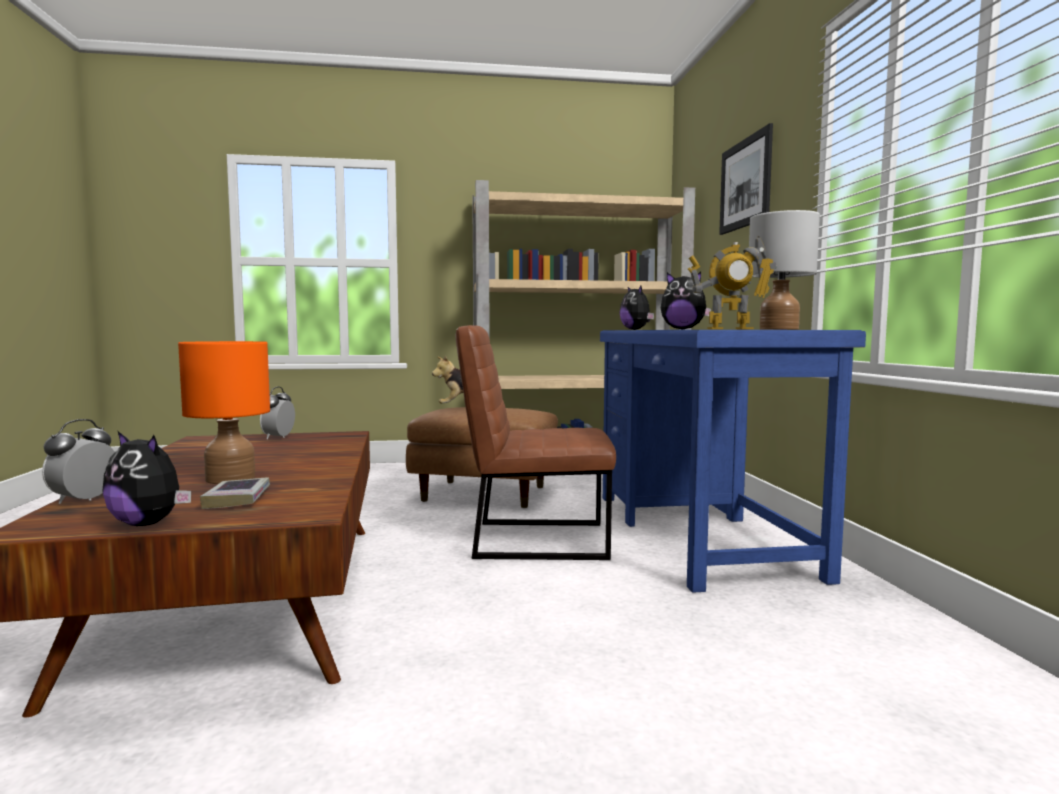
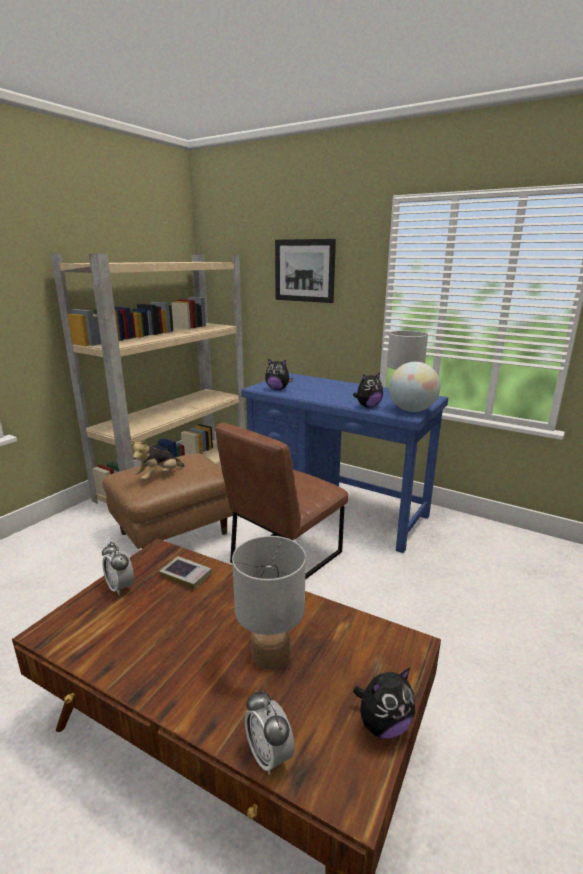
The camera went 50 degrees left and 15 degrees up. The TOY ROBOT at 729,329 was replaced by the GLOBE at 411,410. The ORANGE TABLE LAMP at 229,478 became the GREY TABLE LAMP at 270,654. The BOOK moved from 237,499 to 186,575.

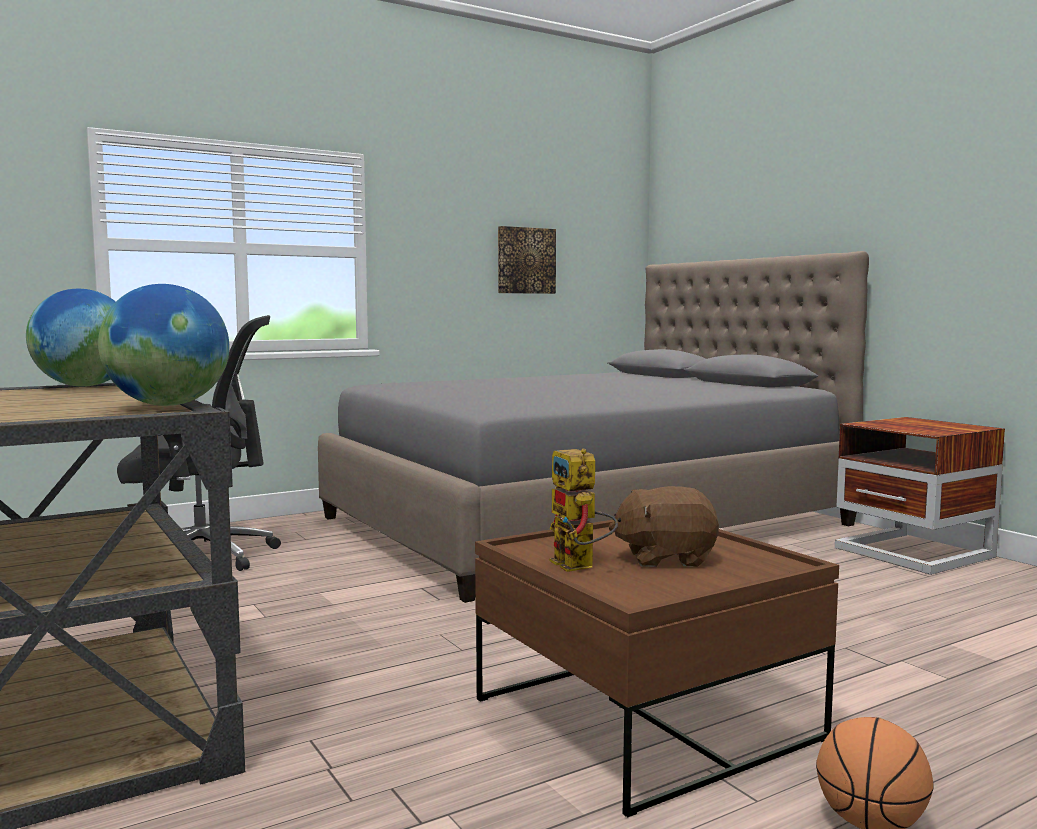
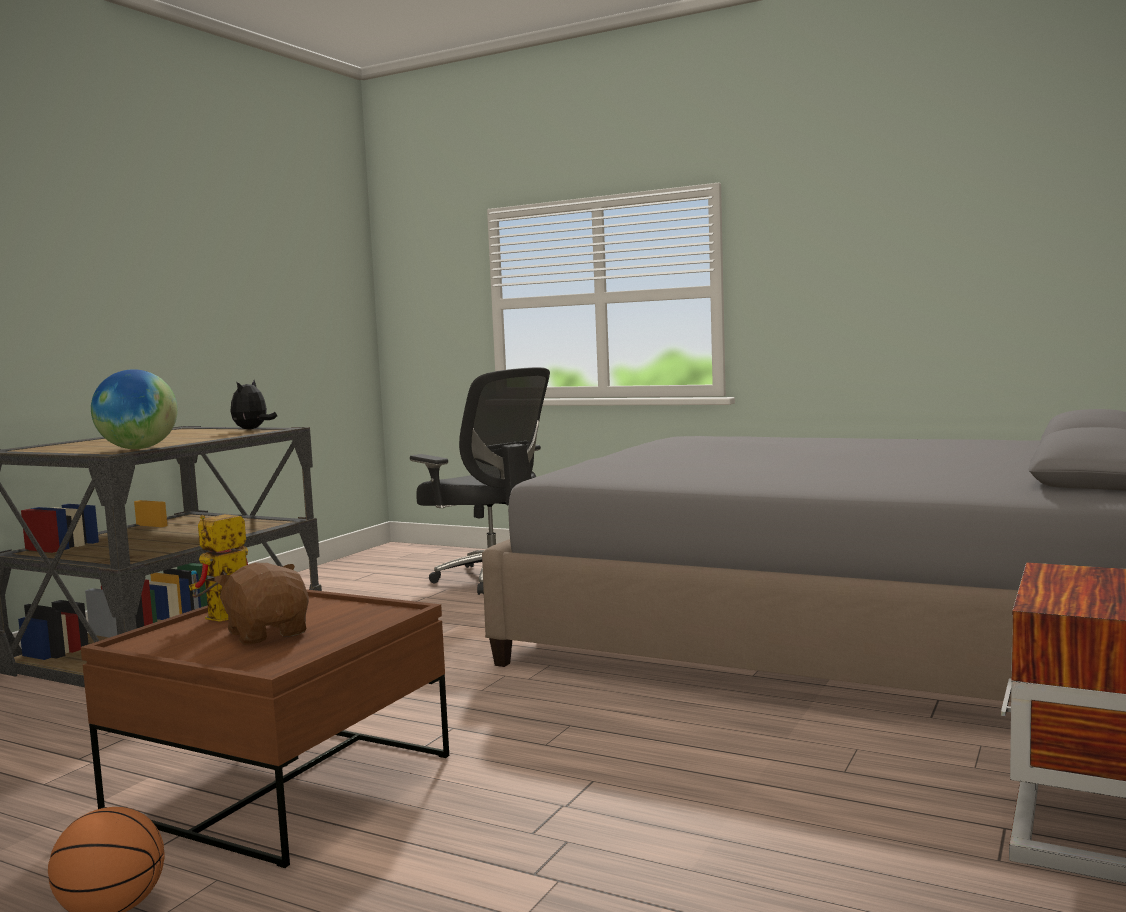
The camera went 60 degrees right and 0 degrees up. The PICTURE at 525,260 disappeared. The GLOBE at 85,386 was replaced by the PLUSH TOY at 252,429.

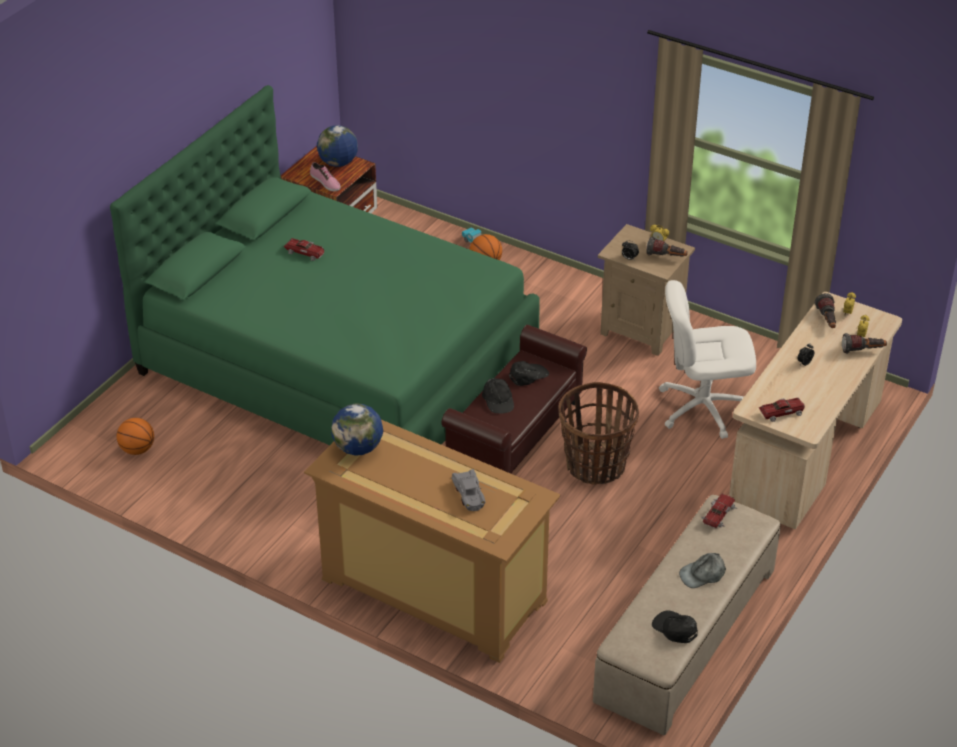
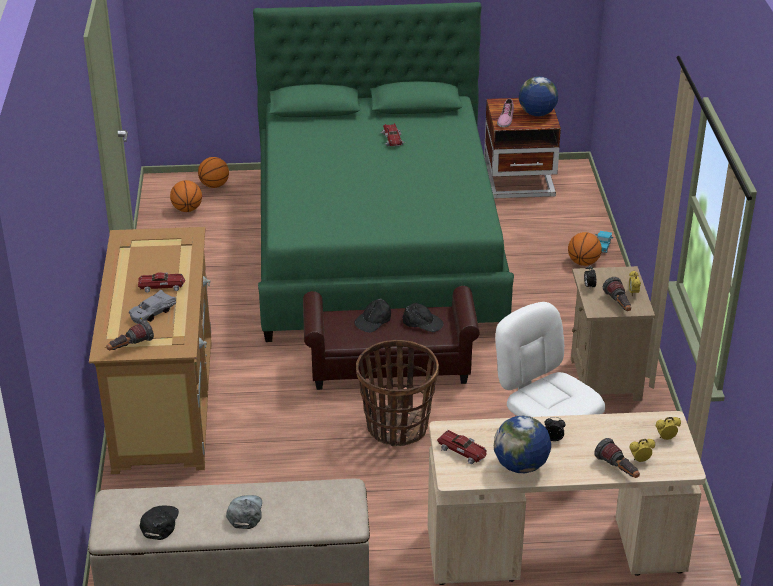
The camera went 55 degrees right and 5 degrees down. The FLASHLIGHT moved from 827,320 to 130,347. The GLOBE moved from 358,448 to 520,466. The TOY CAR moved from 718,514 to 162,286. The GREY CAP at 702,574 turned 60 degrees clockwise. The BASKETBALL at 214,185 appeared.

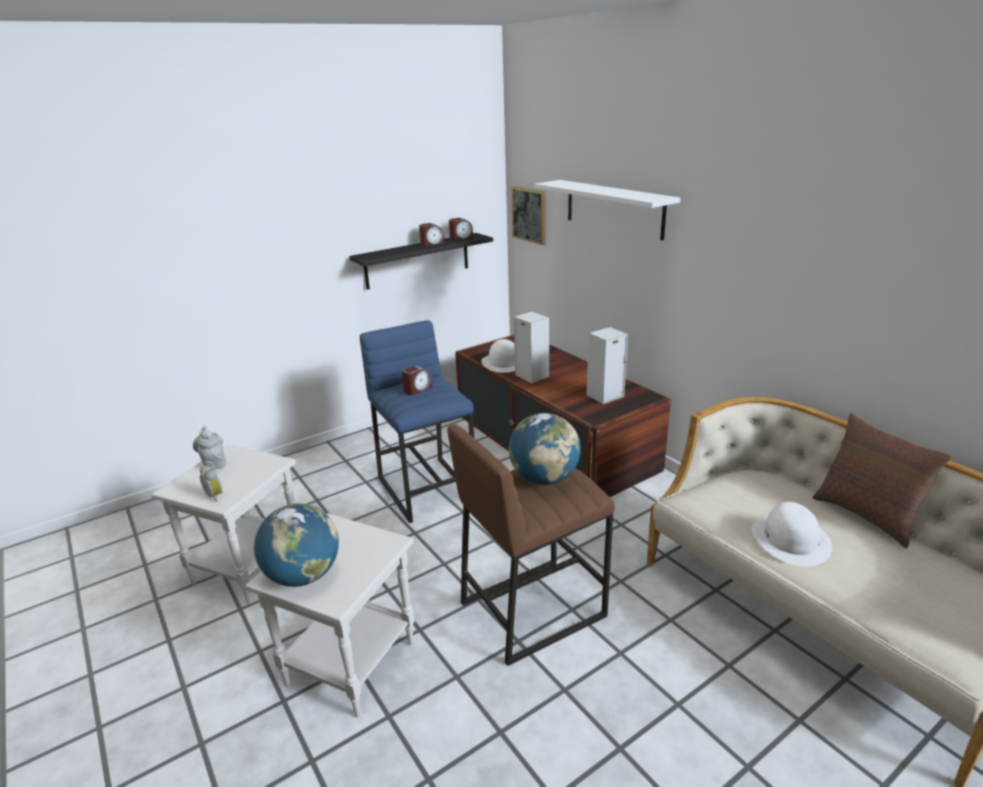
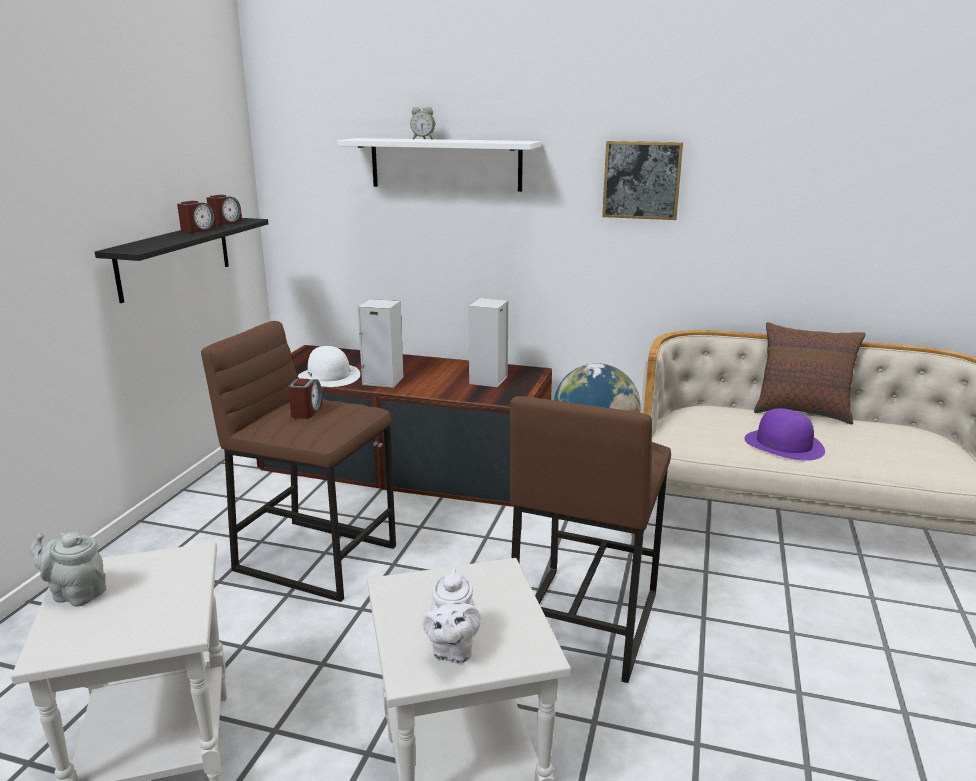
The camera went 40 degrees left and 5 degrees down. The PICTURE moved from 529,215 to 641,180. The BLUE STOOL at 426,488 became the BROWN STOOL at 315,558. The ALARM CLOCK moved from 216,496 to 423,139. The WHITE HAT at 790,539 became the PURPLE HAT at 784,444. The GLOBE at 303,576 was replaced by the WHITE TEAPOT at 452,650.

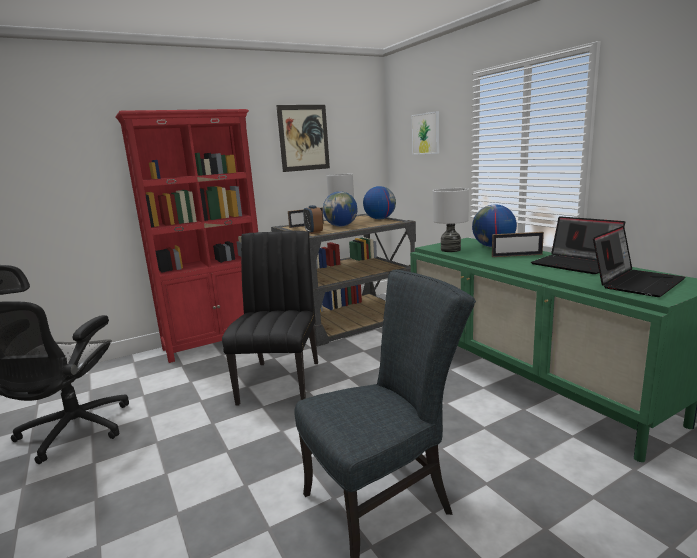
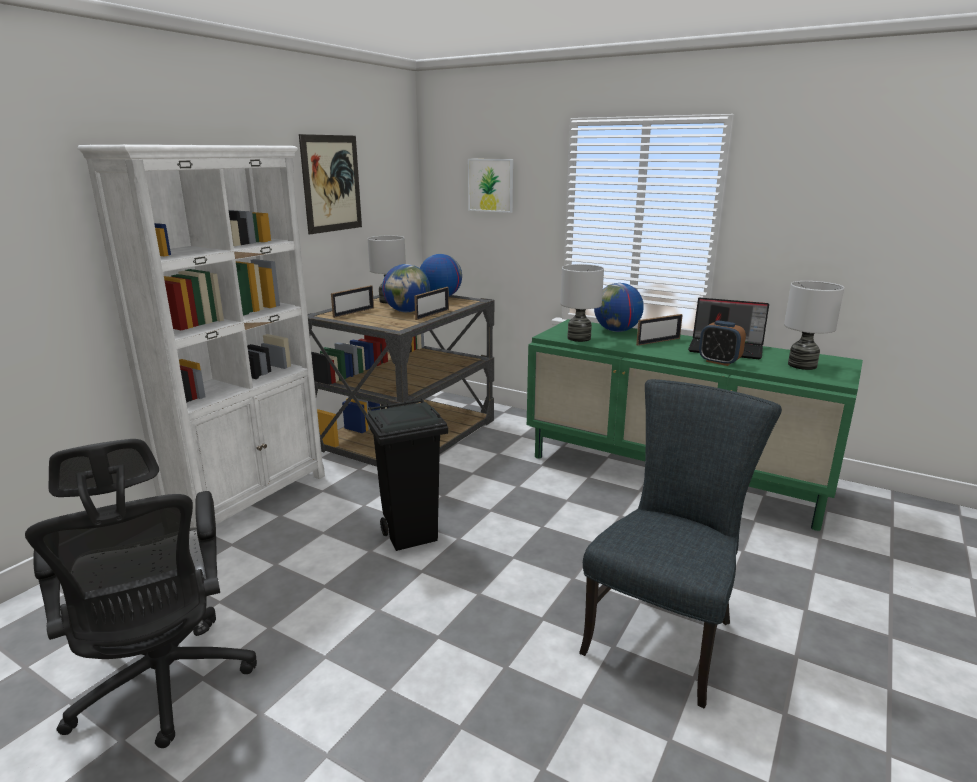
The camera went 30 degrees left and 5 degrees up. The RED BOOKCASE at 218,342 became the WHITE BOOKCASE at 250,499. The ALARM CLOCK moved from 313,232 to 719,362. The LAPTOP at 636,282 was replaced by the GREY TABLE LAMP at 802,365. The BLACK CHAIR at 281,383 was replaced by the BLACK TRASH CAN at 411,536. The PICTURE FRAME at 432,314 appeared.

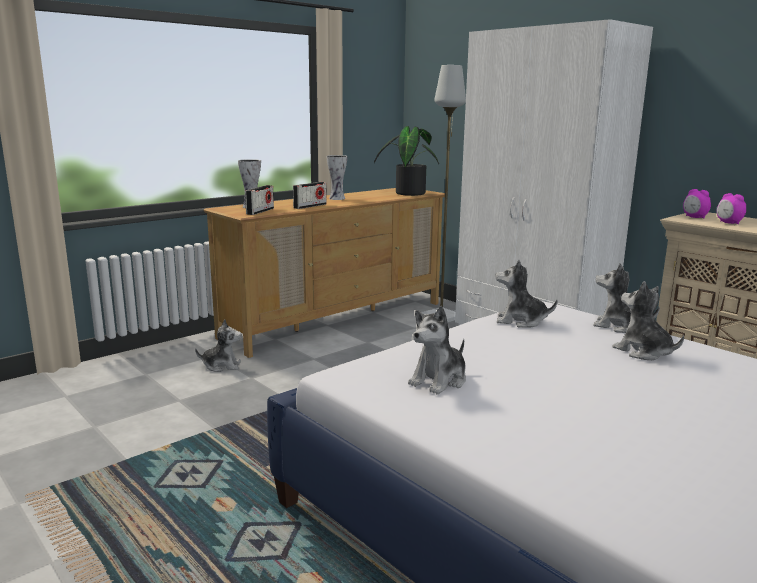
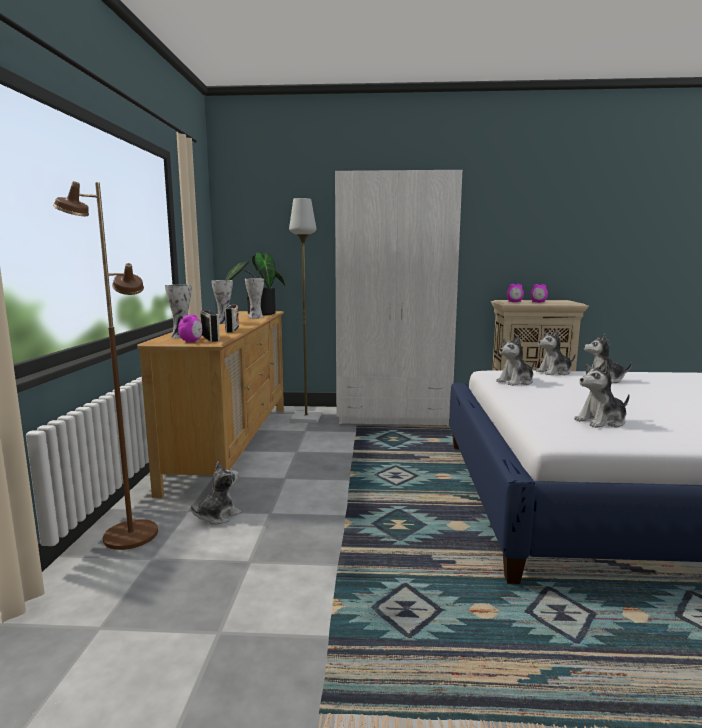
The camera went 45 degrees left and 5 degrees down. The PLUSH TOY at 439,380 turned 75 degrees clockwise. The BROWN FLOOR LAMP at 130,535 appeared. The VASE at 255,317 appeared. The ALARM CLOCK at 191,342 appeared.

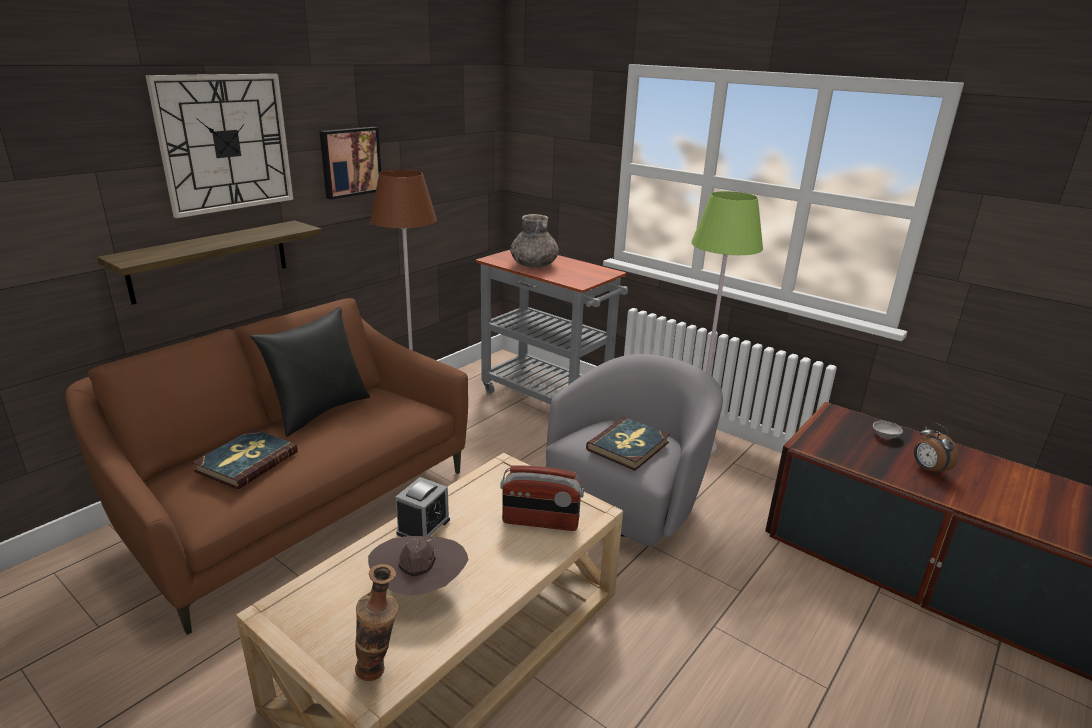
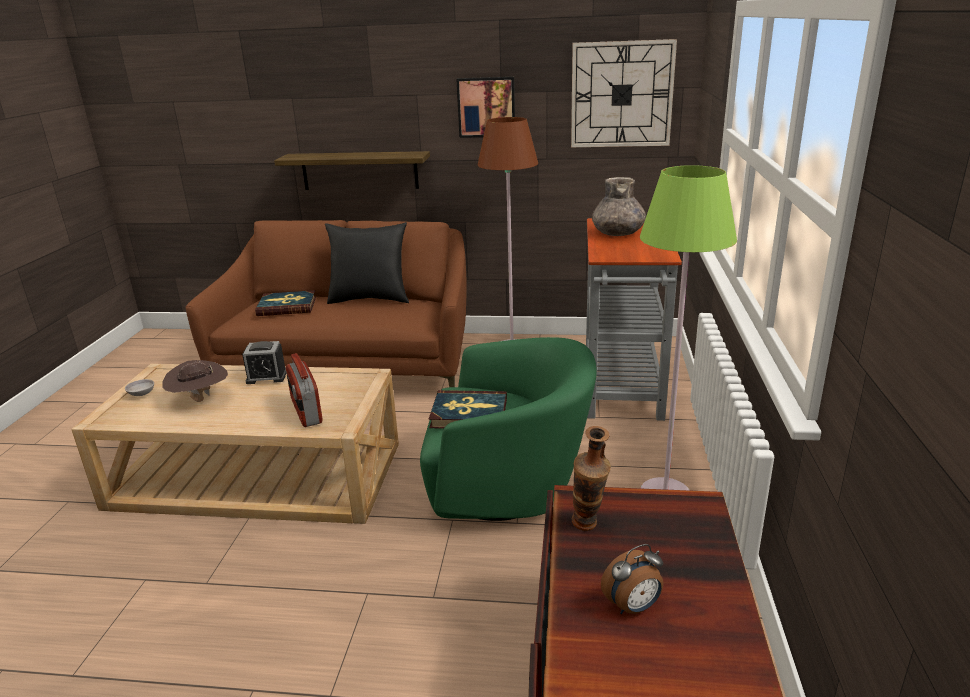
The camera went 60 degrees right and 0 degrees up. The WALL CLOCK moved from 225,143 to 621,95. The GREY ARMCHAIR at 630,502 became the GREEN ARMCHAIR at 507,488. The GREY BOWL moved from 885,436 to 141,394. The ALARM CLOCK at 928,469 turned 150 degrees counterclockwise. The VASE moved from 379,673 to 588,528.

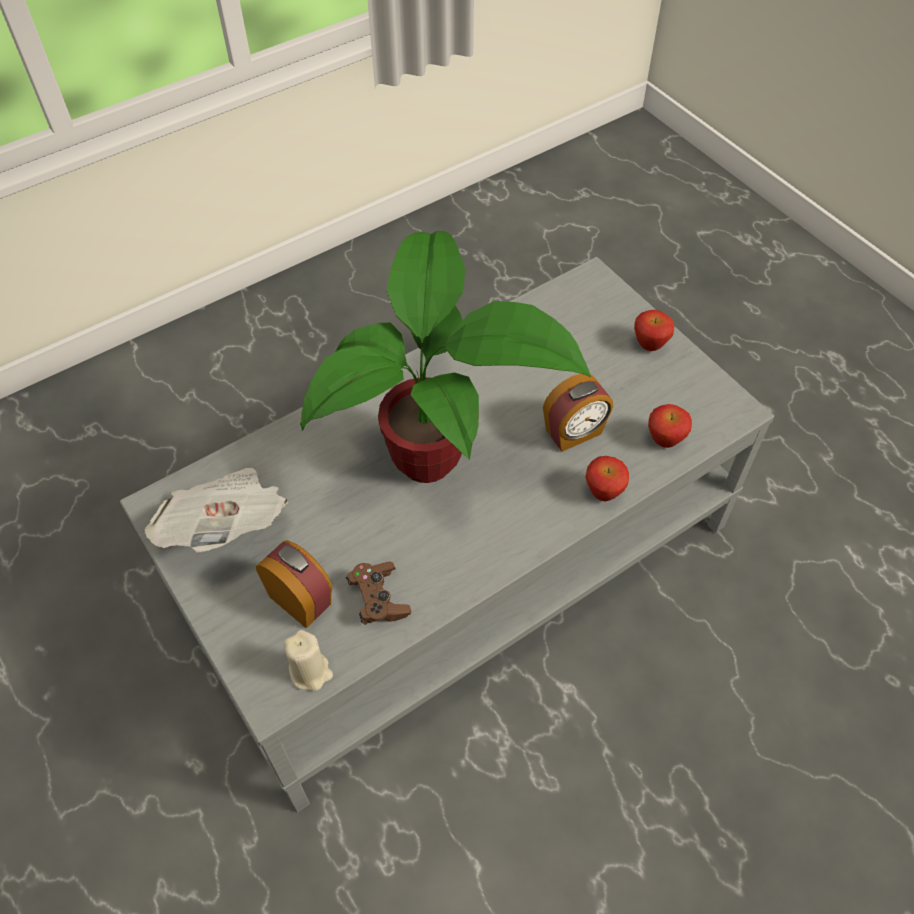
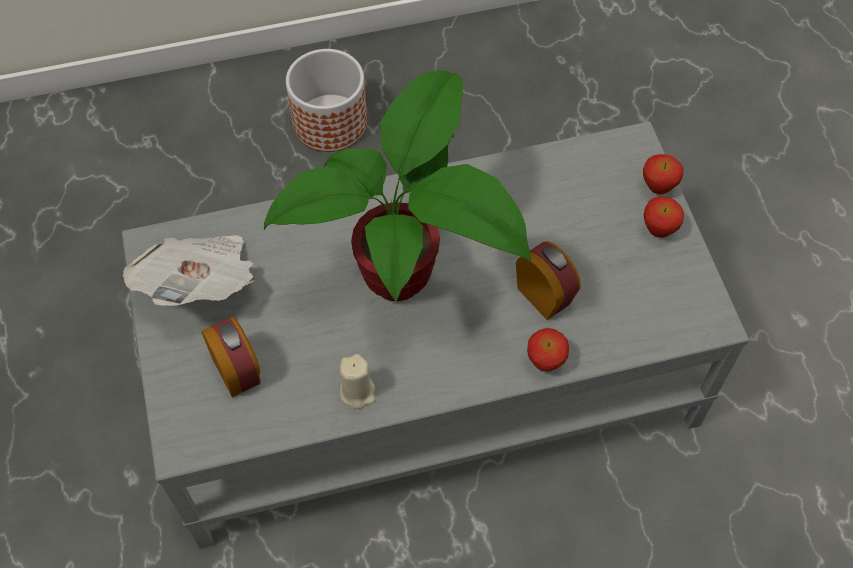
The camera went 20 degrees right and 5 degrees up. The ALARM CLOCK at 574,433 turned 120 degrees counterclockwise. The APPLE moved from 664,441 to 658,188. The BROWN GAME CONTROLLER at 379,599 disappeared. The BEIGE CANDLE moved from 310,671 to 358,391. The PLANTER at 329,124 appeared.

